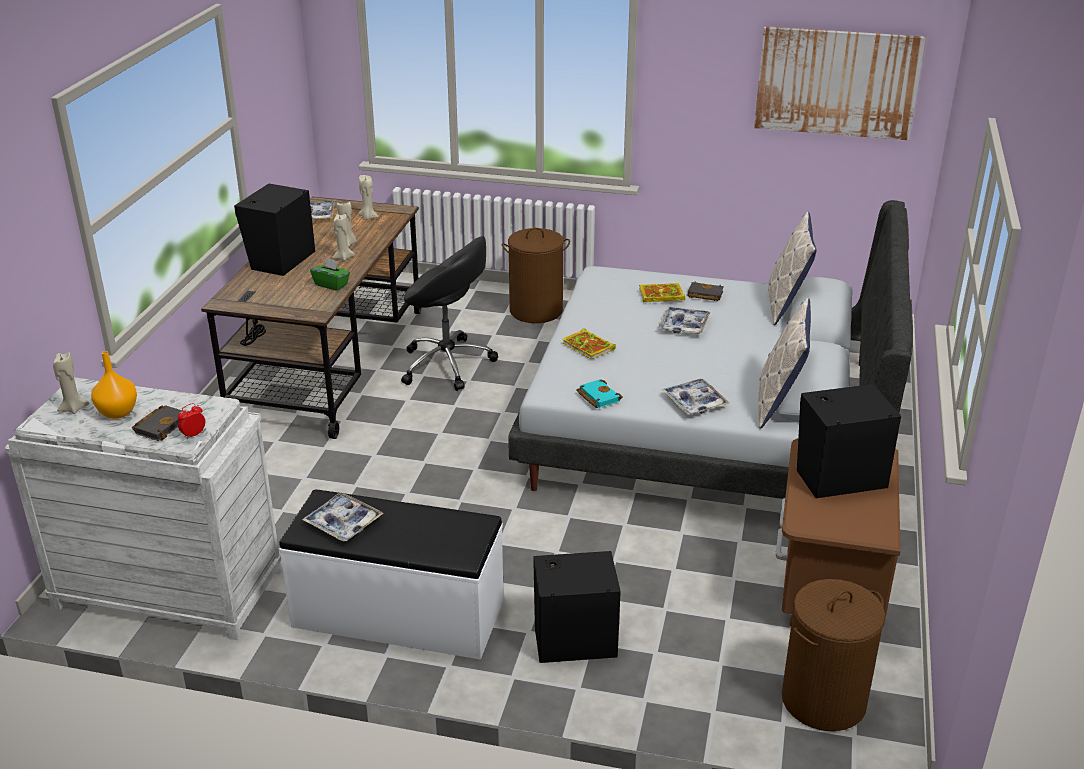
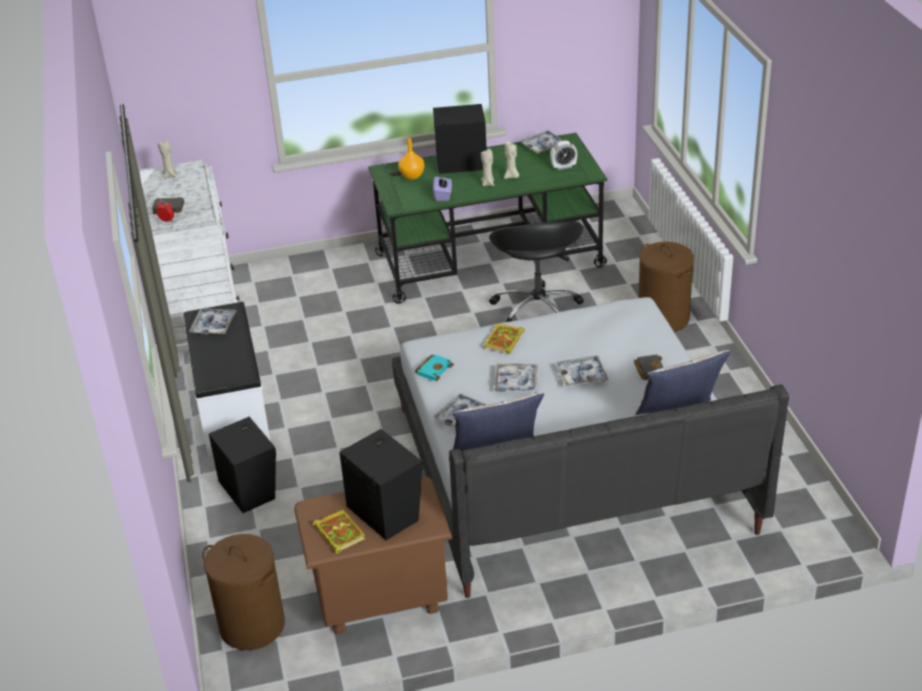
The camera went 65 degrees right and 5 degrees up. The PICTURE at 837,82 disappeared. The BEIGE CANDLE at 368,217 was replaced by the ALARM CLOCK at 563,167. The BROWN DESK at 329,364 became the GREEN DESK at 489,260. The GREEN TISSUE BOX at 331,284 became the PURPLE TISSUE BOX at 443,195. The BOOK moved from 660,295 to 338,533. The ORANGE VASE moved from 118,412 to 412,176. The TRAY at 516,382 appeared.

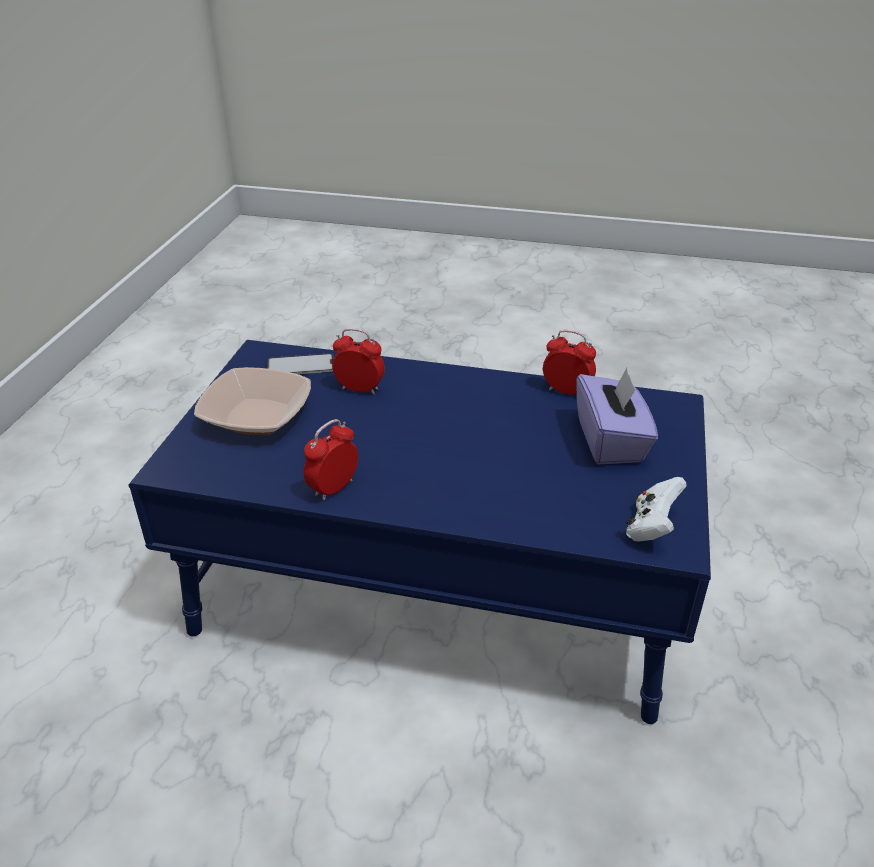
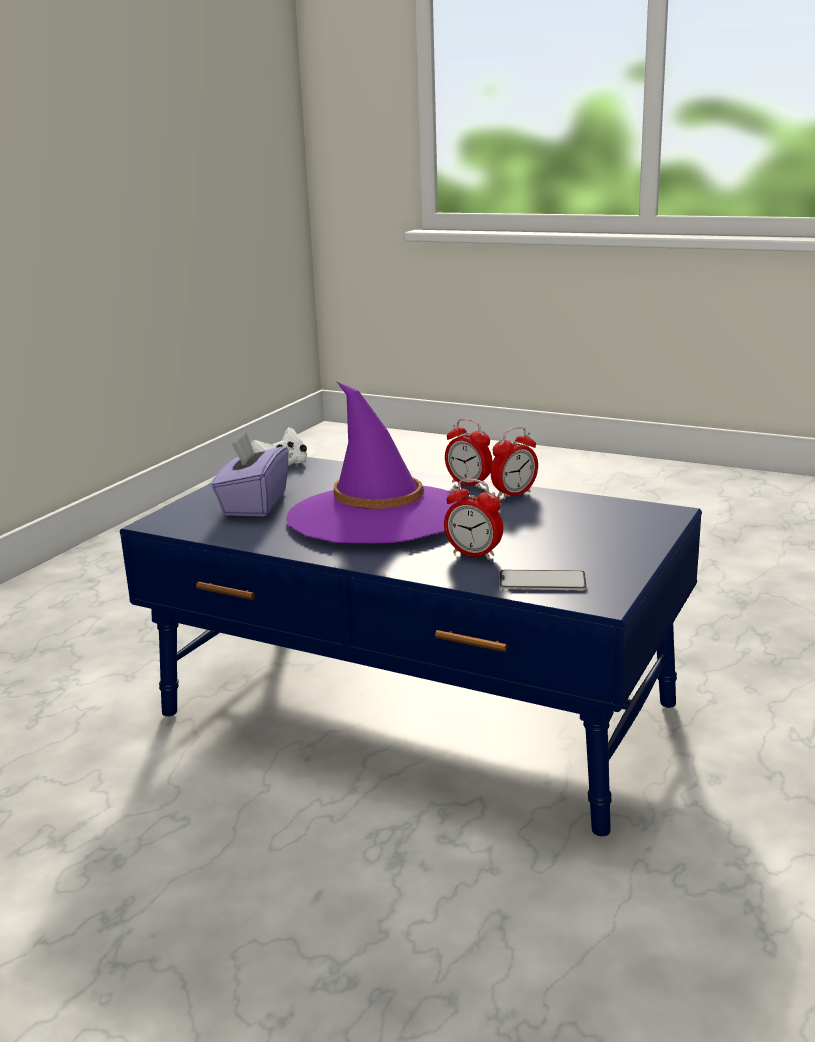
The camera went 165 degrees left and 15 degrees down. The ALARM CLOCK moved from 566,391 to 468,484. The BOWL at 257,416 disappeared. The PURPLE HAT at 378,515 appeared.

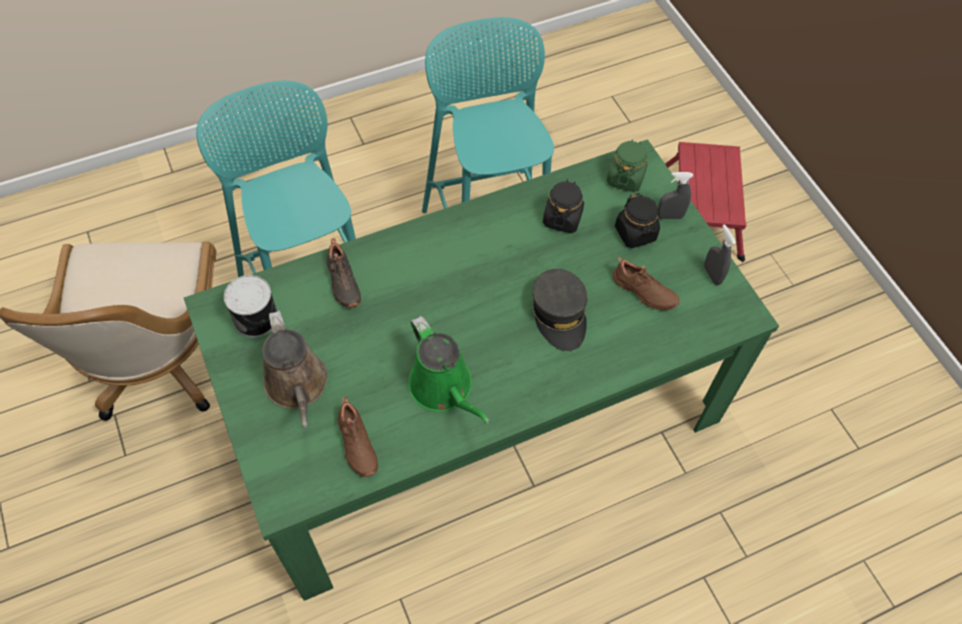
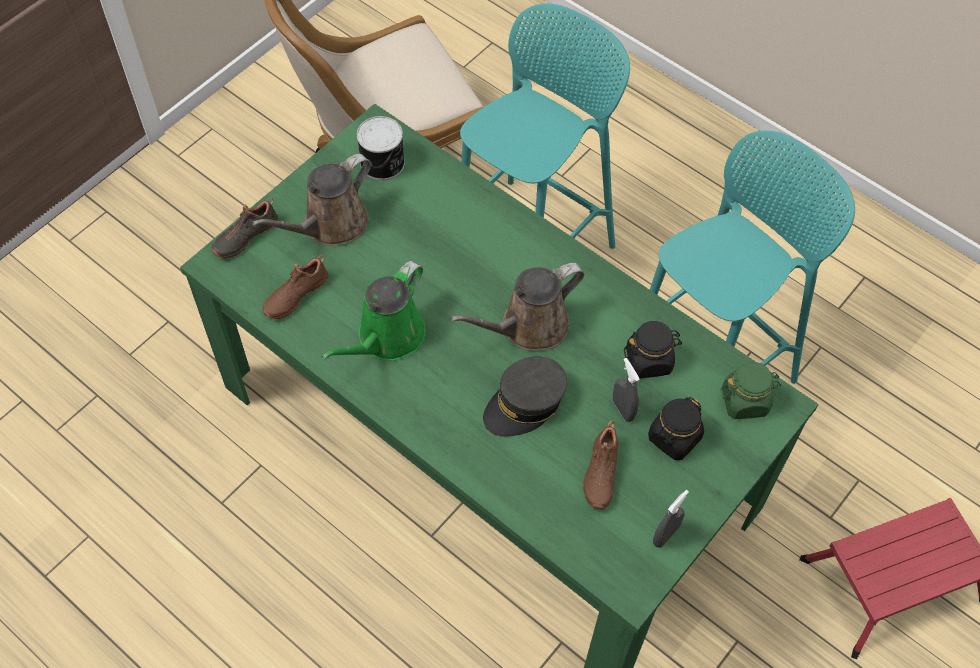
The camera went 65 degrees right and 0 degrees up. The GREY SPRAY BOTTLE moved from 669,216 to 623,409. The BLACK SHOE moved from 342,283 to 244,236. The BROWN WATERING CAN at 528,327 appeared.

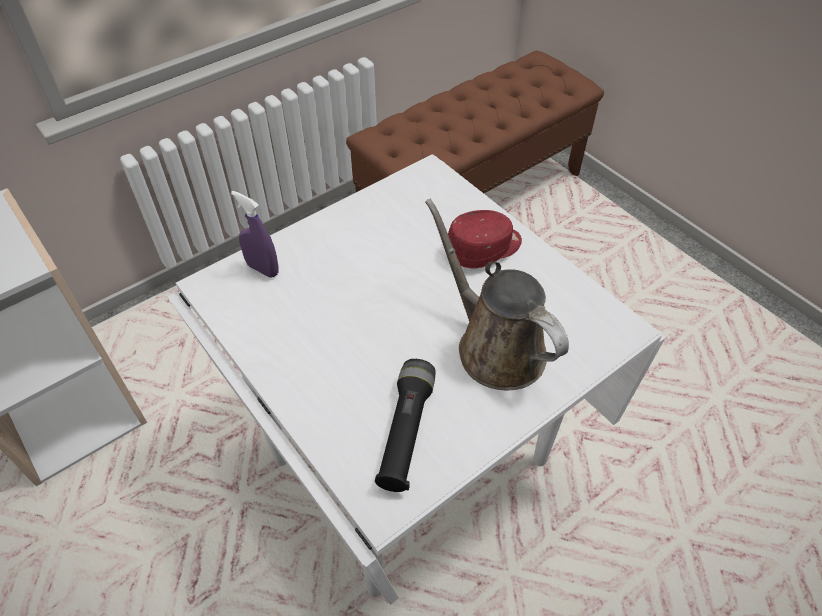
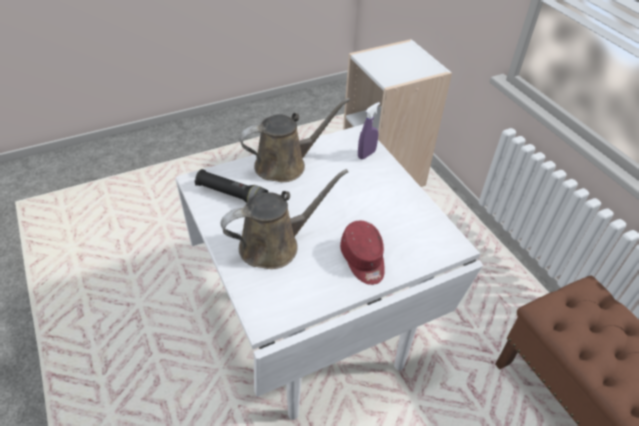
The camera went 100 degrees right and 5 degrees down. The BROWN WATERING CAN at 285,164 appeared.

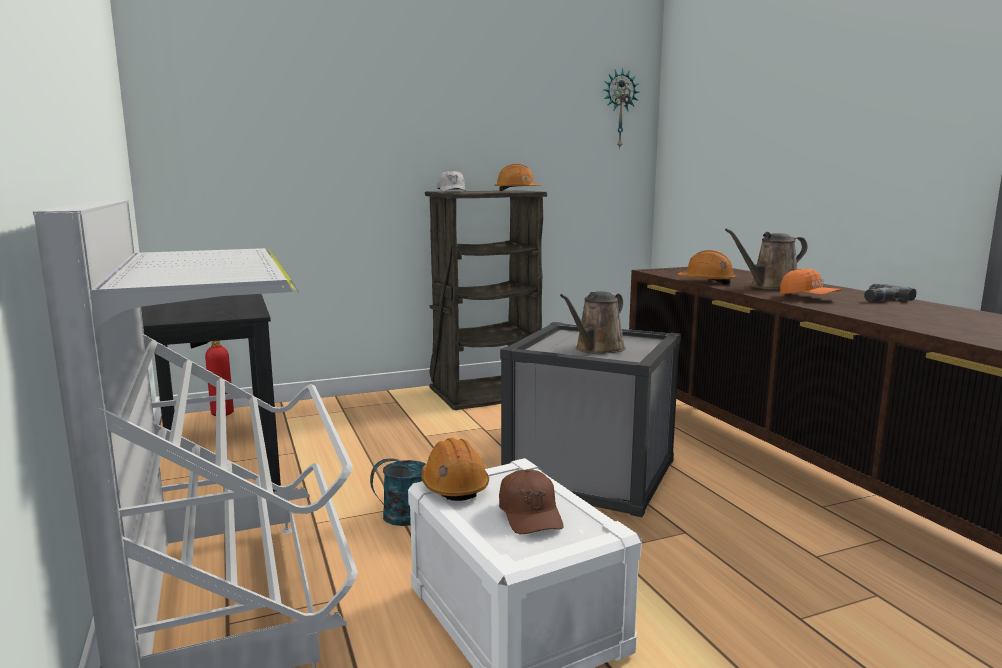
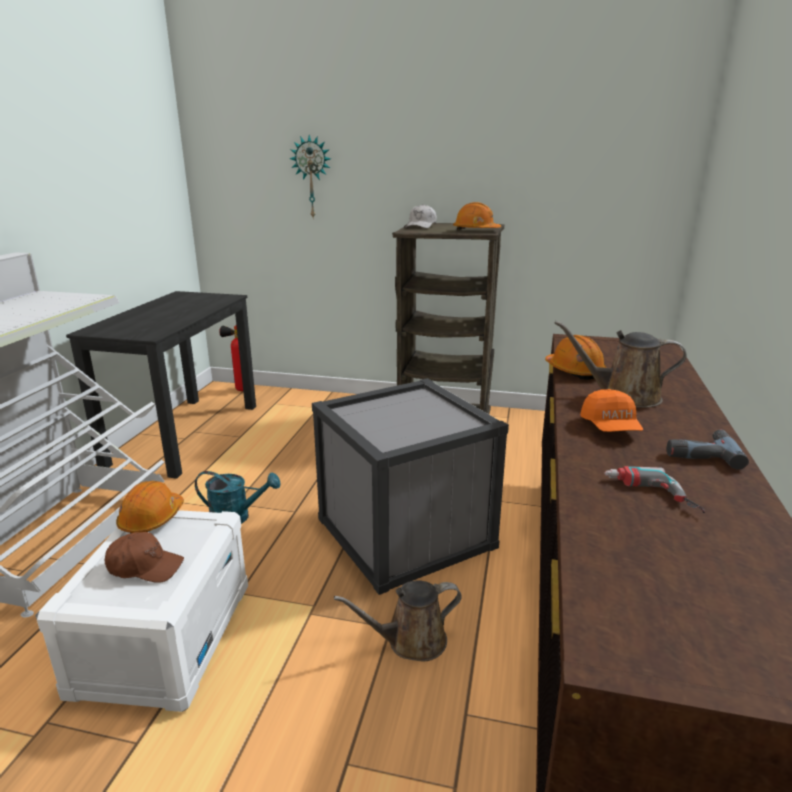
The camera went 35 degrees right and 10 degrees up. The WALL CLOCK moved from 619,109 to 312,177. The BROWN WATERING CAN moved from 597,349 to 411,641. The BROWN CAP at 530,514 turned 105 degrees counterclockwise. The POWER DRILL at 649,496 appeared.

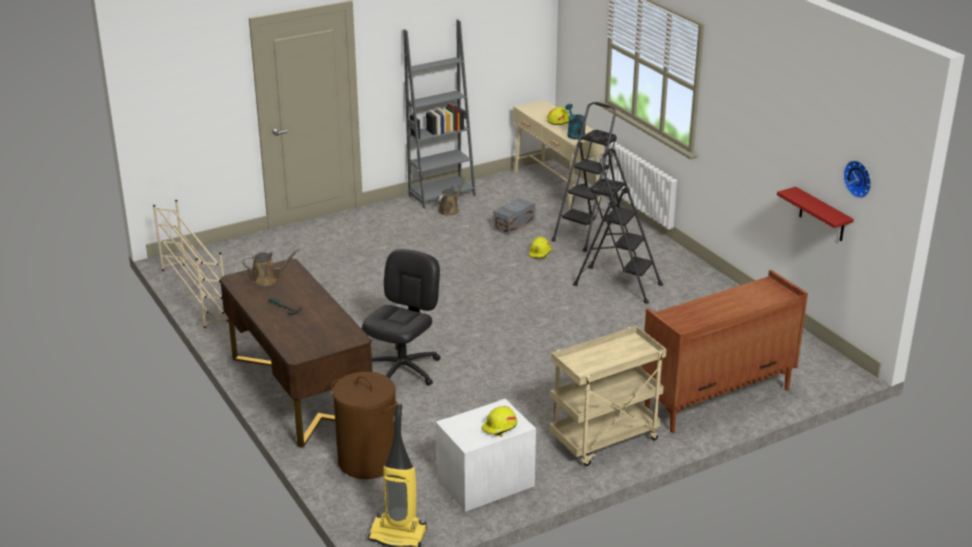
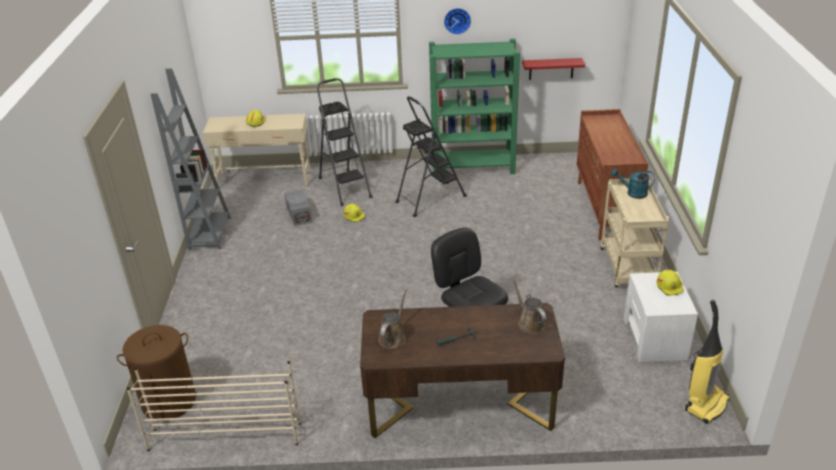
The camera went 60 degrees left and 5 degrees up. The TURQUOISE WATERING CAN moved from 574,134 to 633,193. The WALL CLOCK moved from 859,178 to 457,20. The BROWN WATERING CAN moved from 450,210 to 529,323. The BROWN LAUNDRY BASKET moved from 367,461 to 169,402. The GREEN BOOKCASE at 473,166 appeared.

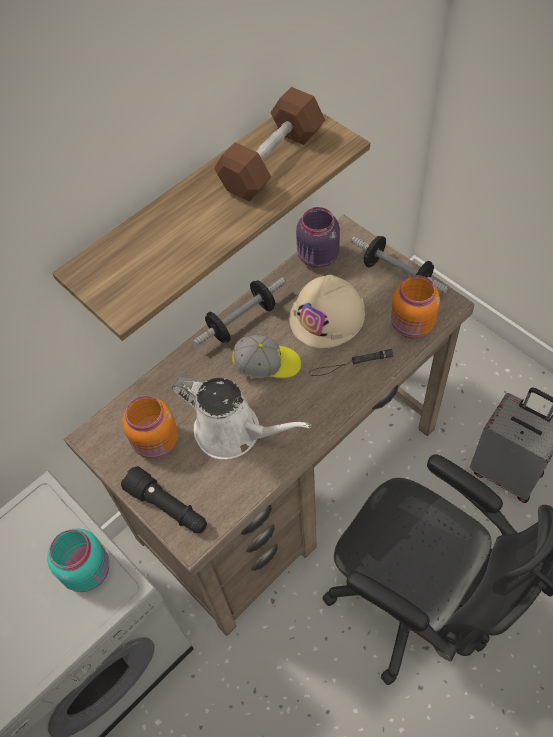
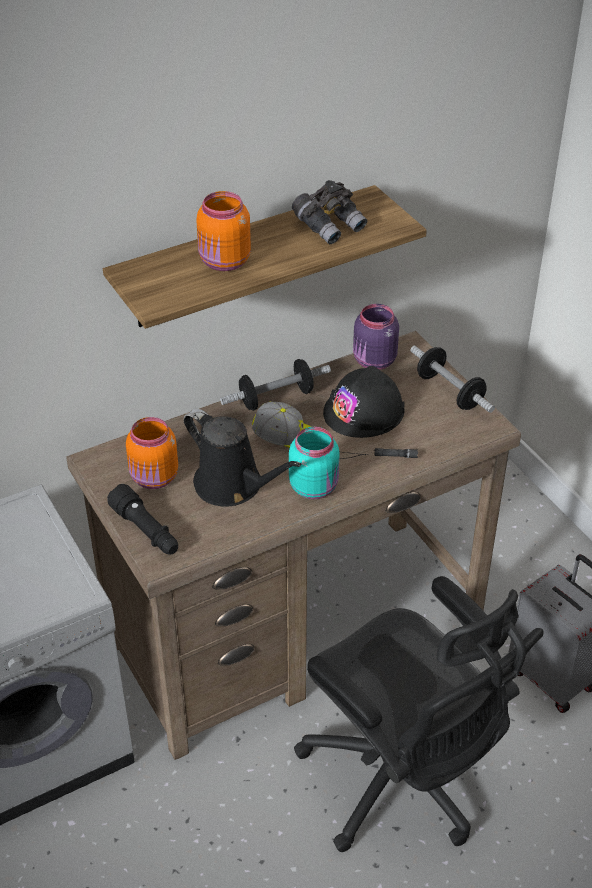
The camera went 10 degrees right and 15 degrees down. The BROWN DUMBBELL at 272,161 was replaced by the GREY BINOCULARS at 329,226. The BEIGE HARD HAT at 327,316 became the BLACK HARD HAT at 364,411. The ORANGE JAR moved from 412,326 to 224,262. The WHITE WATERING CAN at 234,432 became the BLACK WATERING CAN at 233,486. The TURQUOISE JAR moved from 89,569 to 314,486.

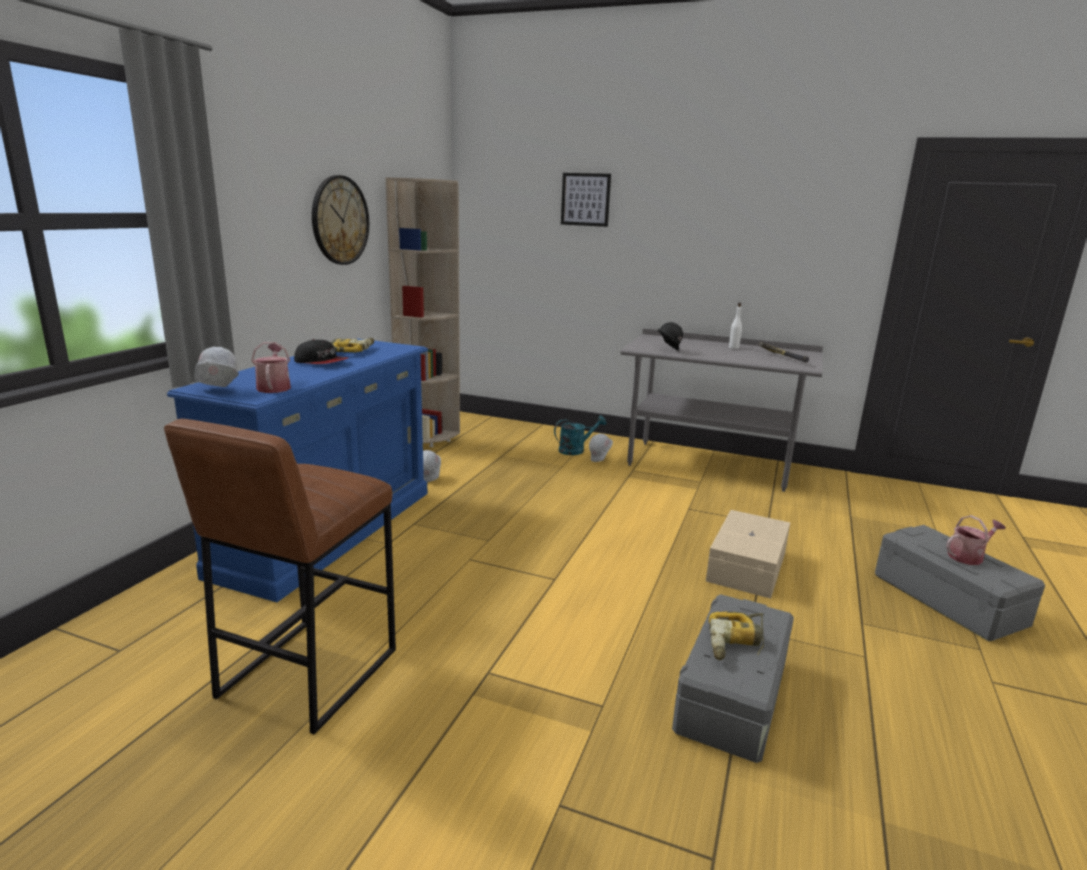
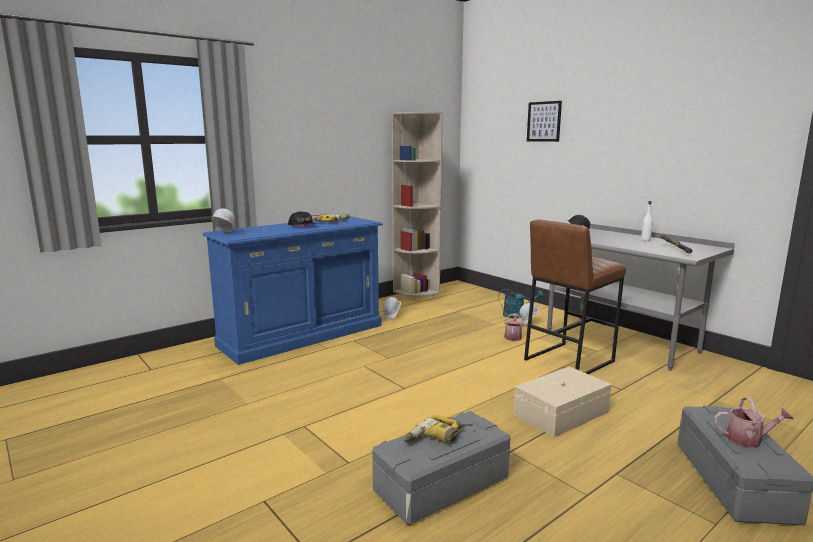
The camera went 30 degrees right and 5 degrees down. The WALL CLOCK at 340,220 disappeared. The WATERING CAN moved from 274,387 to 513,336. The BROWN STOOL moved from 307,674 to 568,361.

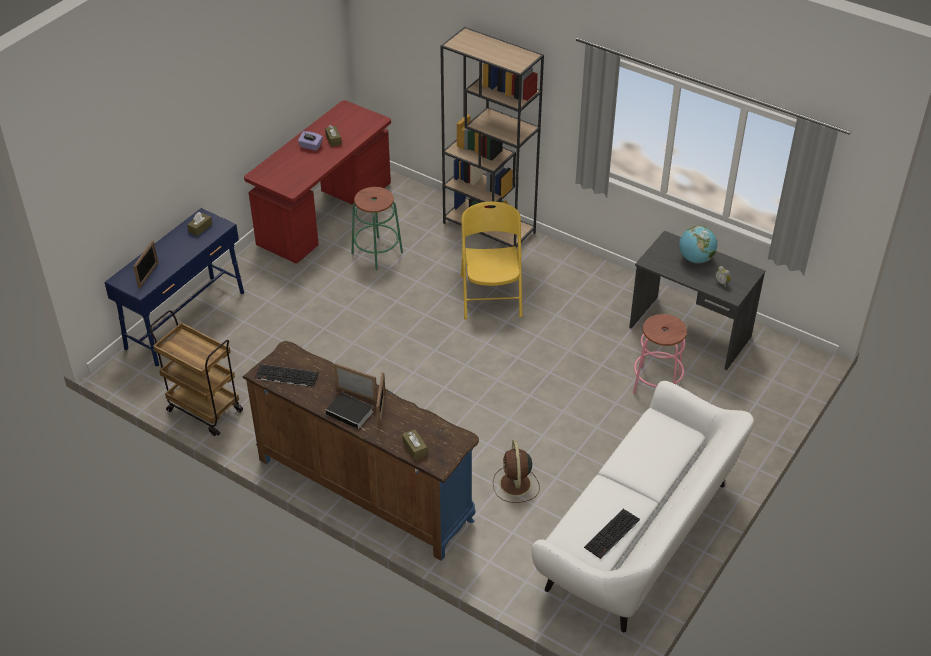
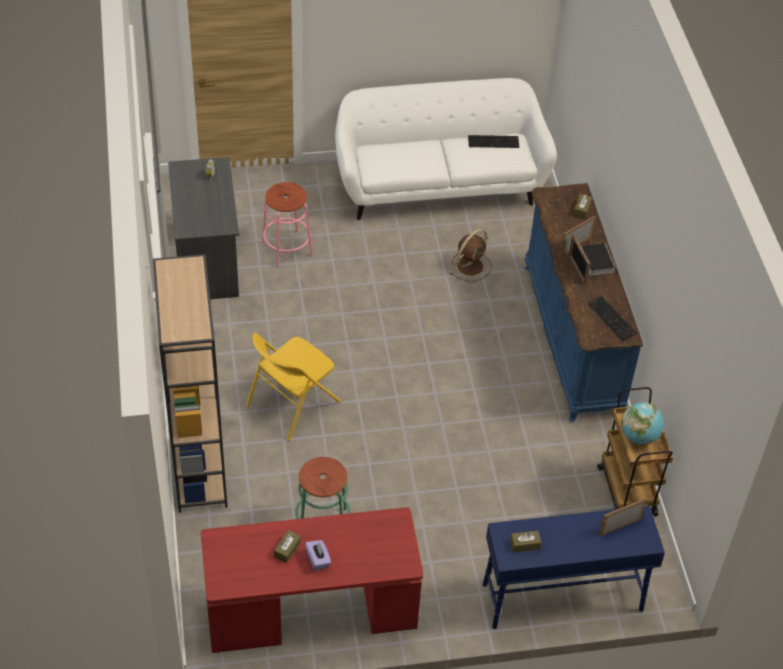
The camera went 135 degrees left and 5 degrees up. The GLOBE moved from 695,259 to 639,436.

